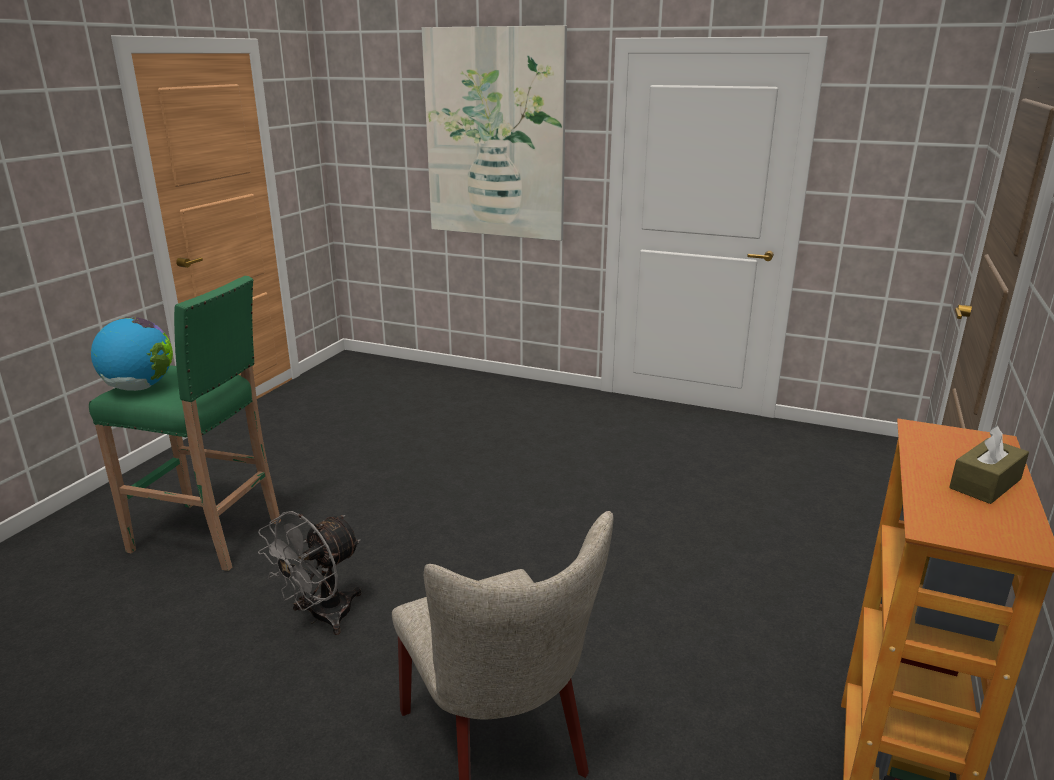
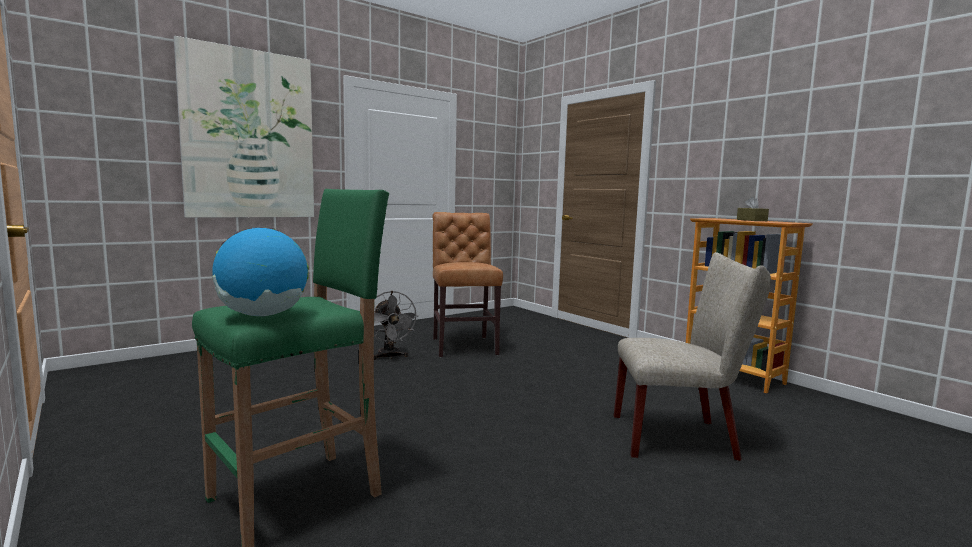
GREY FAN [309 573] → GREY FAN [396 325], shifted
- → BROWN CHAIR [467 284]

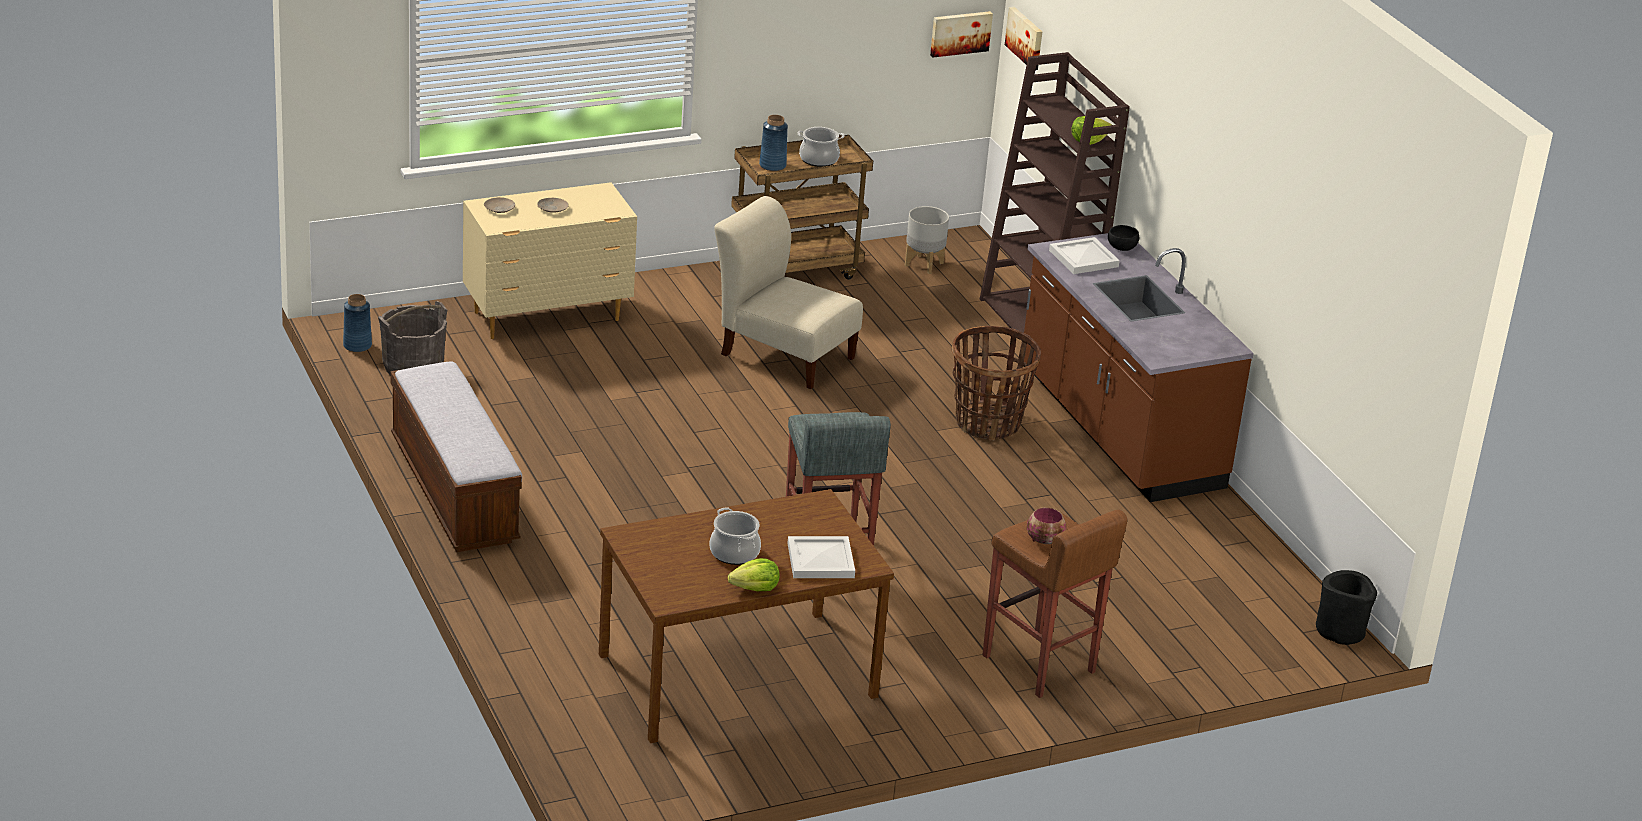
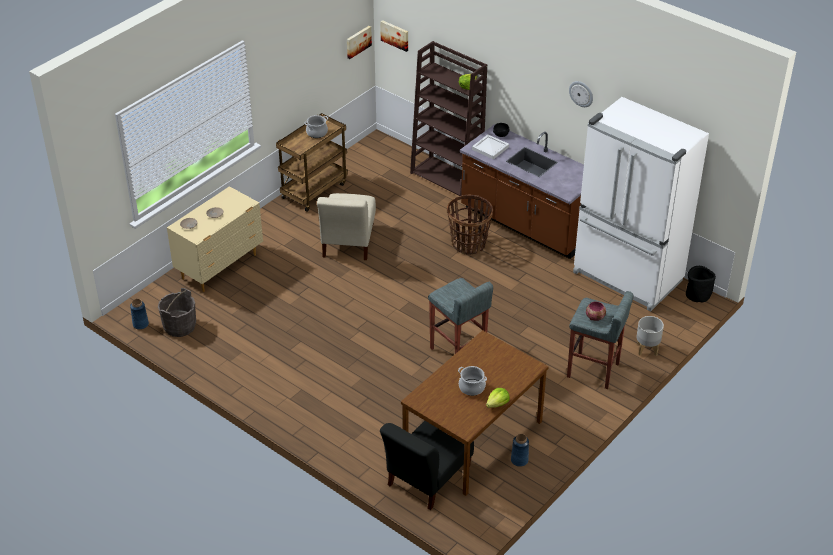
BENCH [456 457] → -
BEIGE CHAIR [788 292] → BEIGE CHAIR [346 226], 90 degrees counterclockwise
BLUE VASE [773 143] → BLUE VASE [520 450], shifted
WHITE TRAY [821 557] → -
GREY PLANTER [927 240] → GREY PLANTER [650 336], shifted
BROWN STOOL [1055 604] → GREY STOOL [600 340]
- → BLACK CHAIR [427 465]
- → WALL CLOCK [581 94]
- → WHITE FRIDGE [641 204]

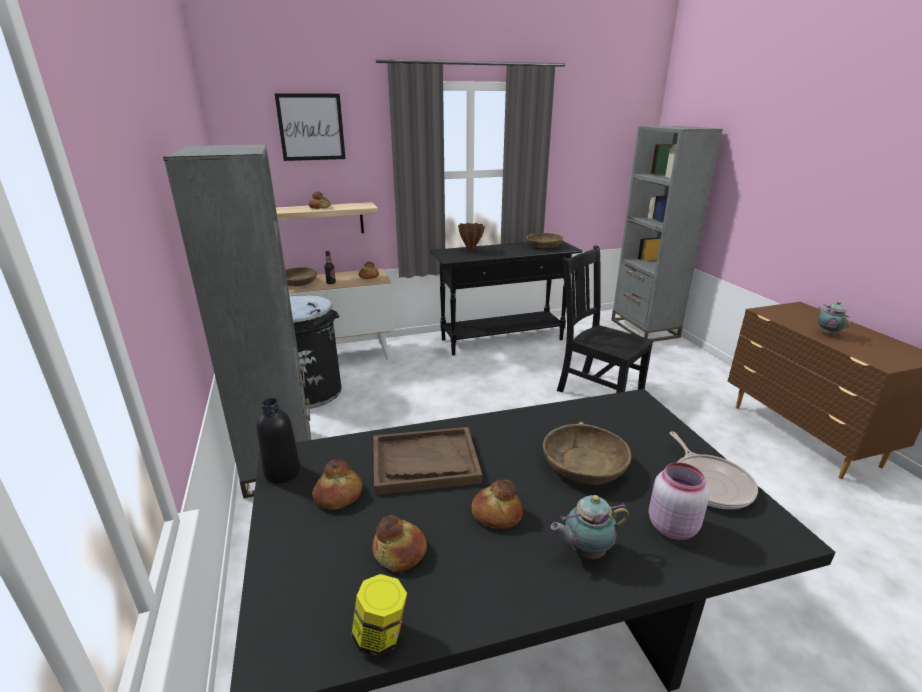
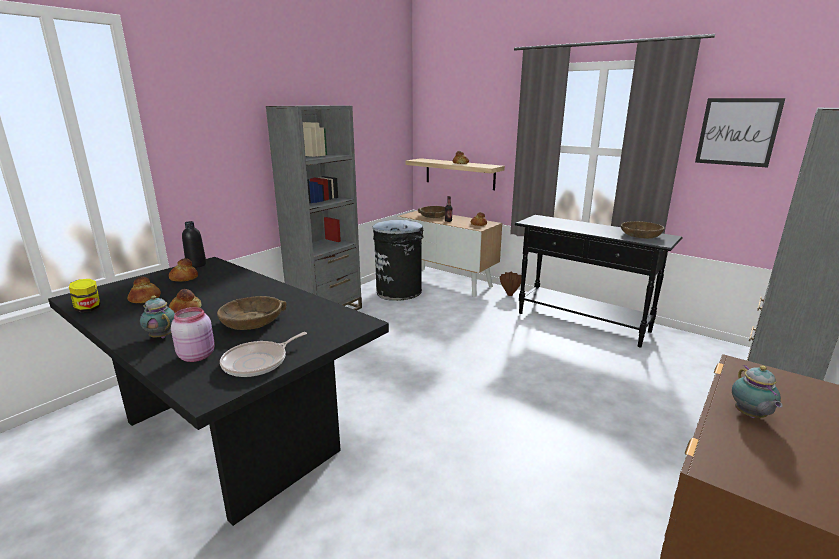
PICTURE [310 127] → PICTURE [740 132], shifted
BROWN TRAY [427 461] → -
BROWN VASE [471 237] → BROWN VASE [510 284], shifted
BLACK CHAIR [605 319] → -
TEAPOT [834 318] → TEAPOT [757 391], 135 degrees clockwise

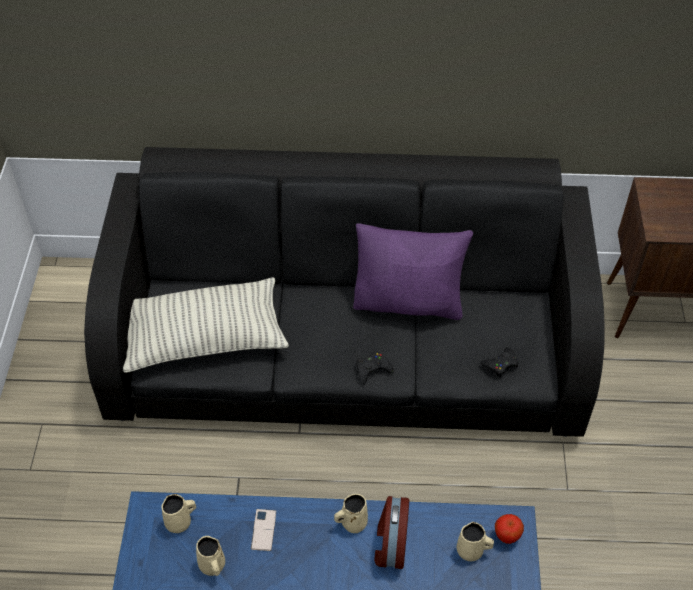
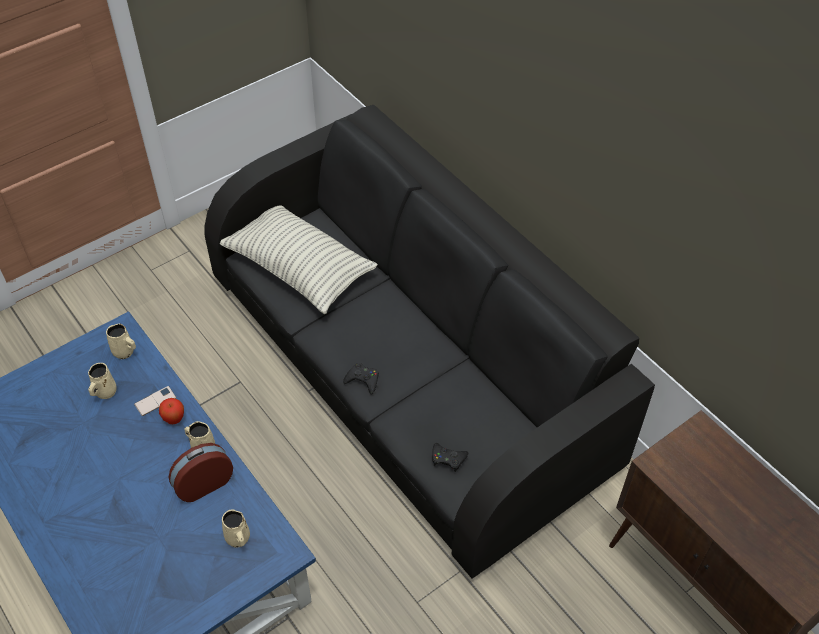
PURPLE PILLOW [413 271] → -
APPLE [509 529] → APPLE [171 411], shifted

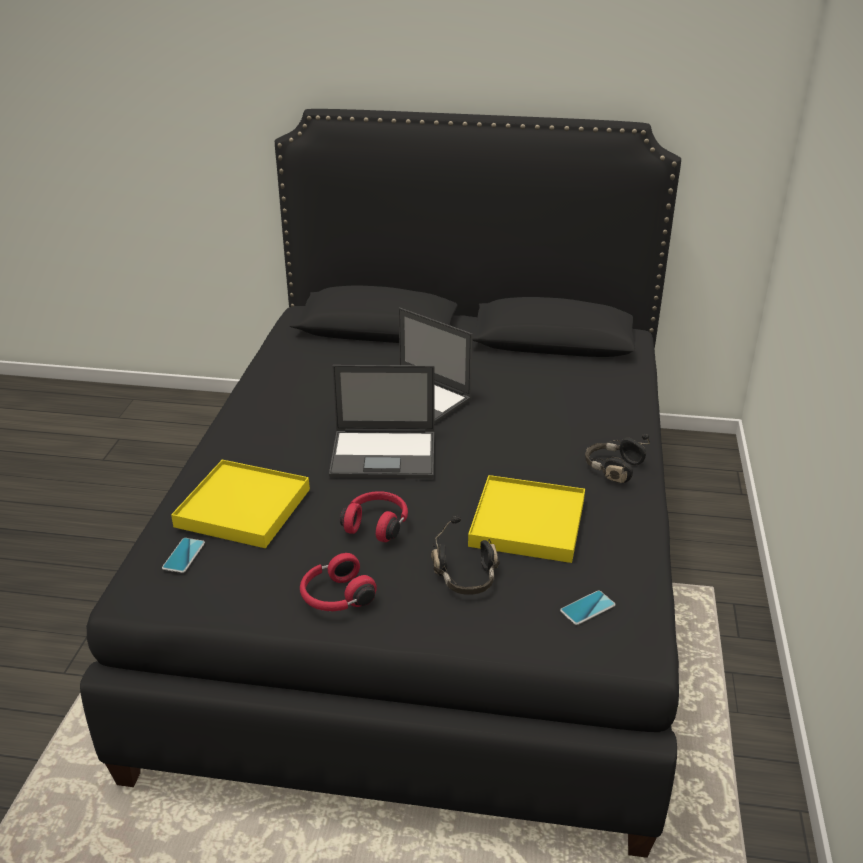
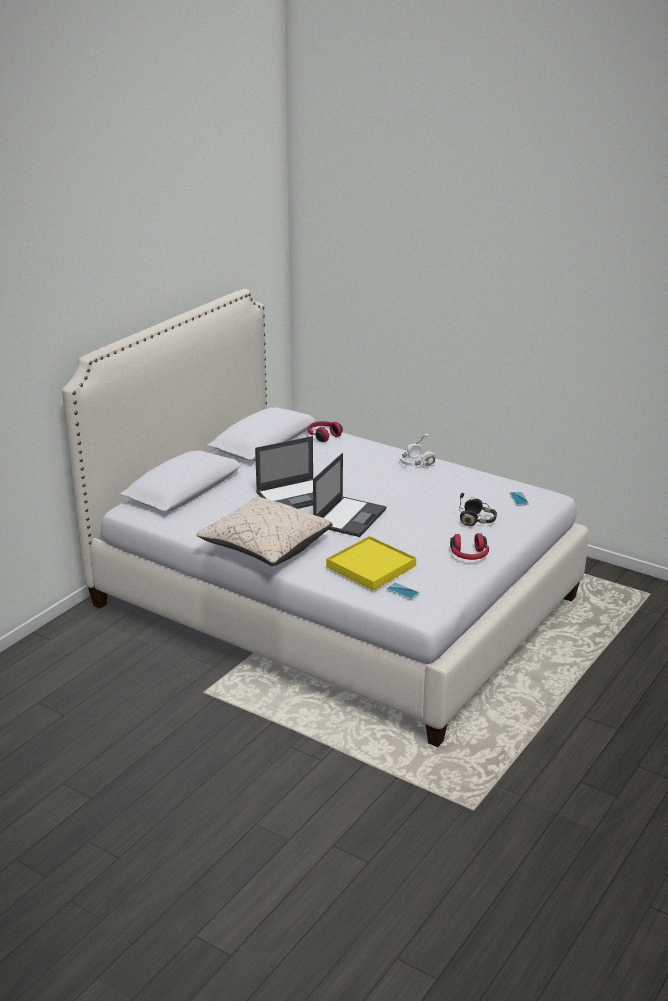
BLACK BED [380 483] → WHITE BED [325 518]
RED HEADPHONES [374 516] → RED HEADPHONES [325 431], shifted
YELLOW TRAY [526 519] → -
BLACK HEADPHONES [617 458] → WHITE HEADPHONES [417 450]
- → BEIGE PILLOW [264 531]

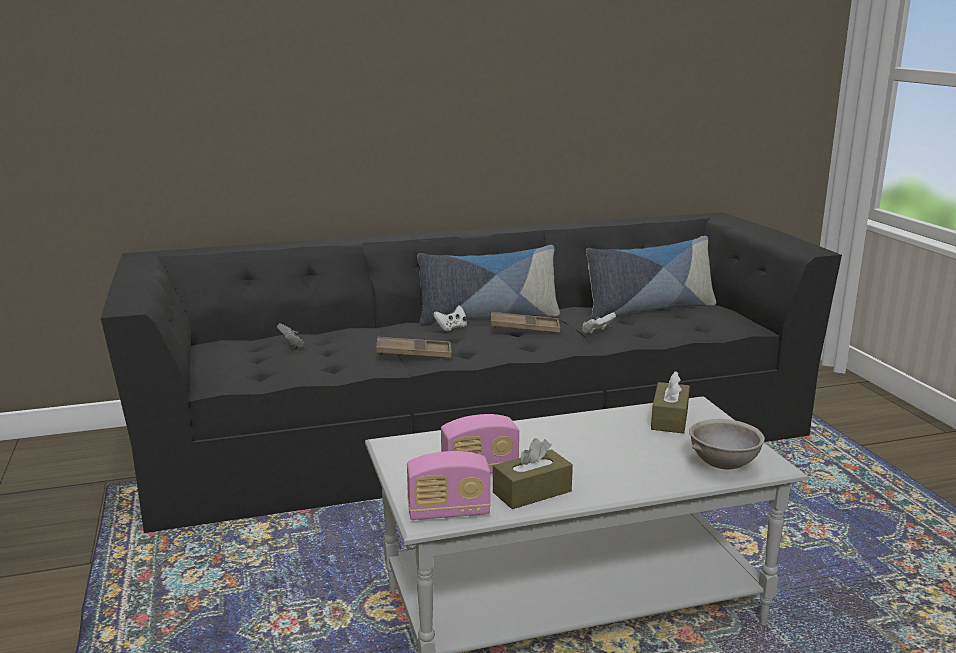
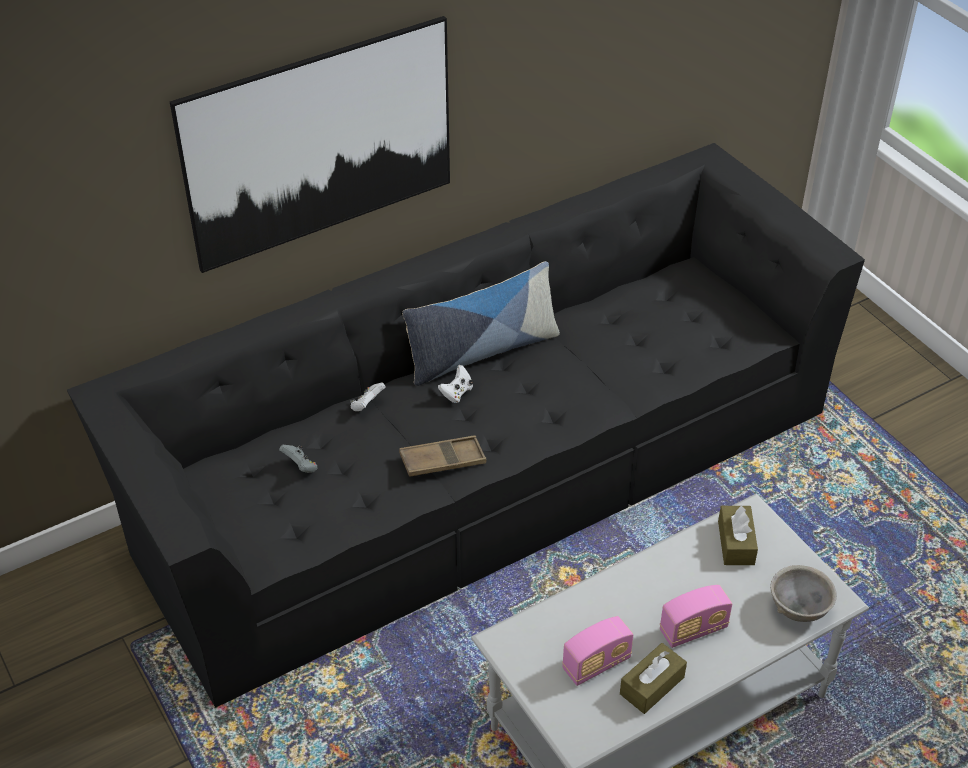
RADIO [449 485] → RADIO [696 616], shifted
BROWN TRAY [526 322] → -
WHITE GAME CONTROLLER [599 323] → WHITE GAME CONTROLLER [368 397], shifted
PILLOW [651 278] → -
- → PICTURE [310 144]

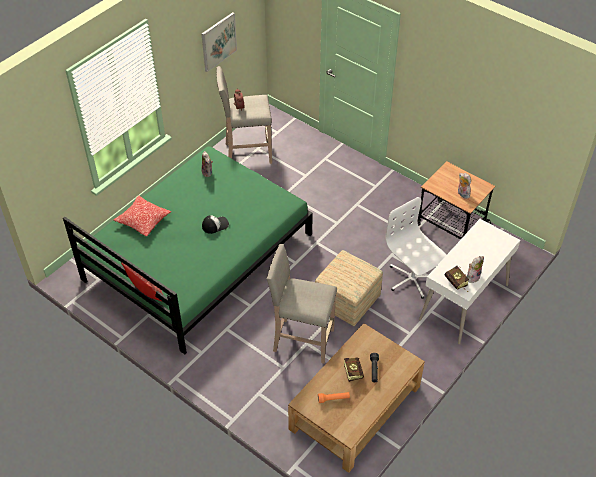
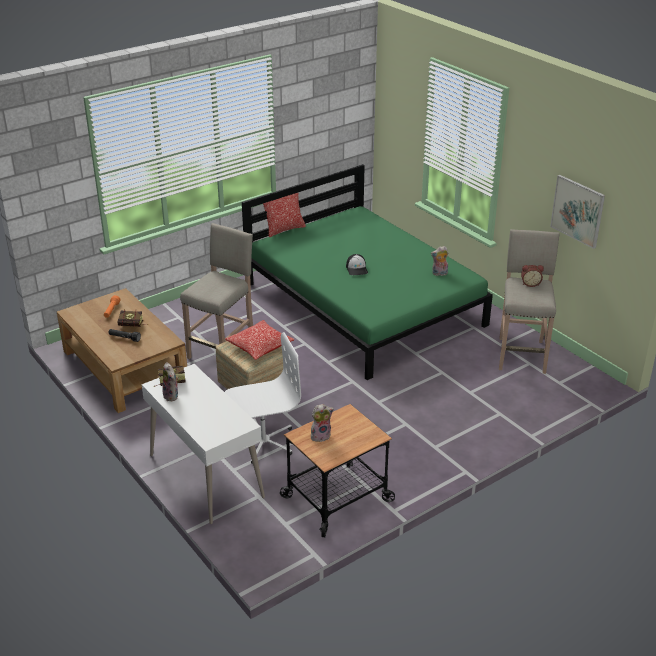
PILLOW [143 216] → PILLOW [259 340], shifted

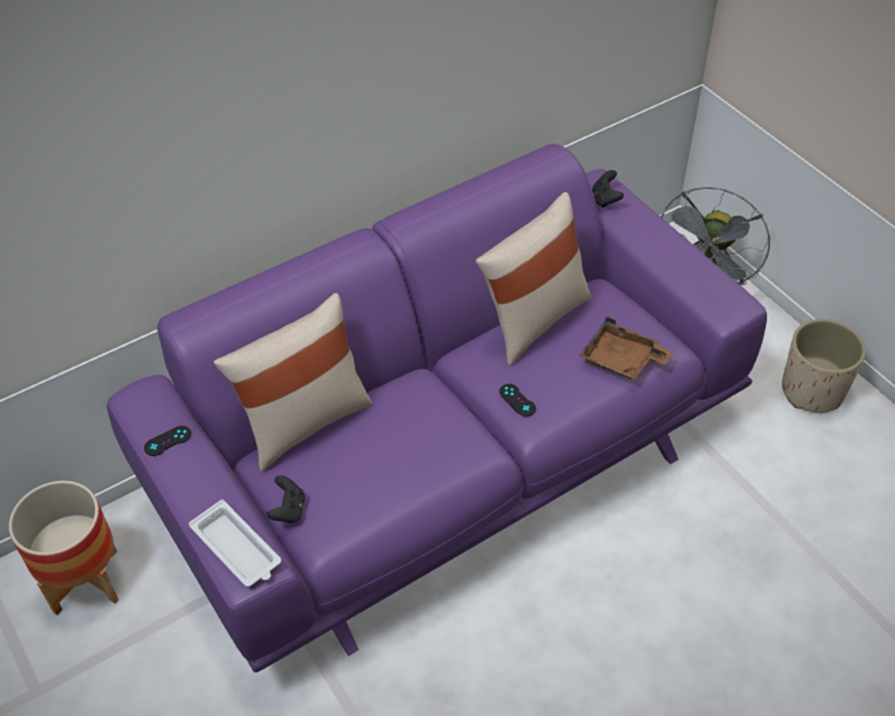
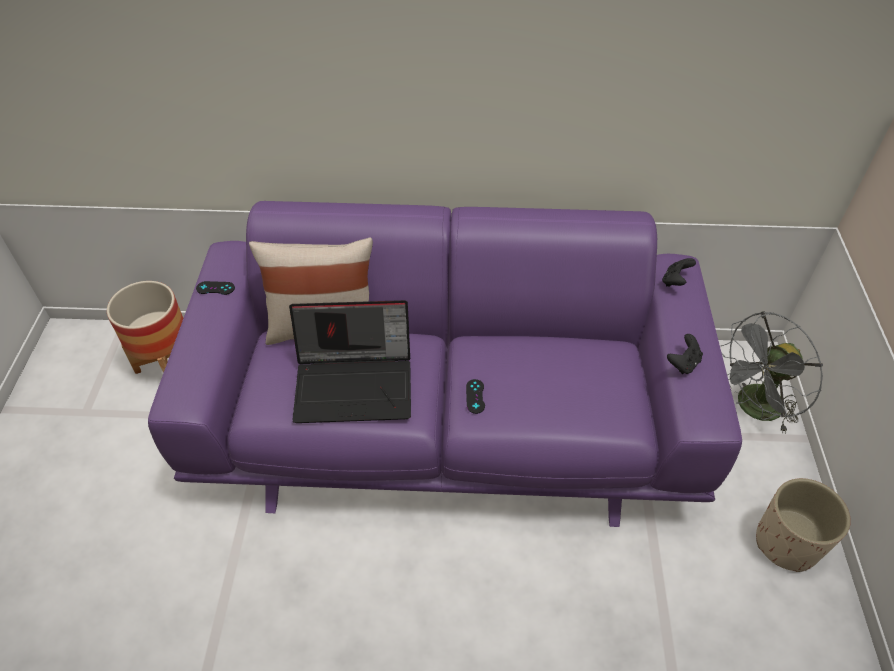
WHITE TRAY [235 543] → -
BLACK GAME CONTROLLER [286 499] → BLACK GAME CONTROLLER [685 354], shifted
BEIGE PILLOW [533 279] → -
BROWN TRAY [626 348] → -
- → LAPTOP [350 361]

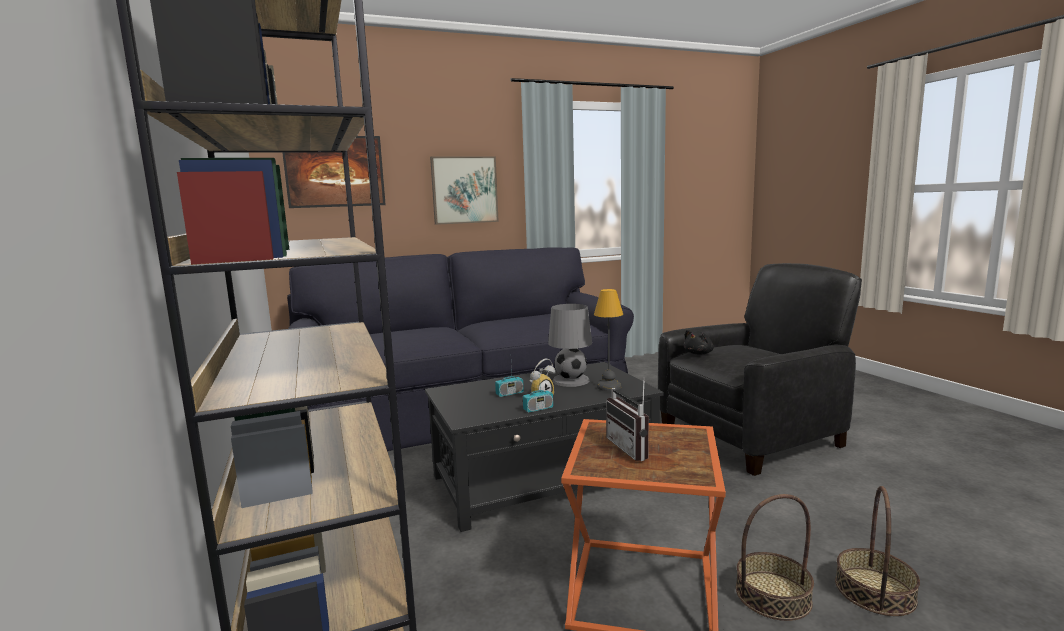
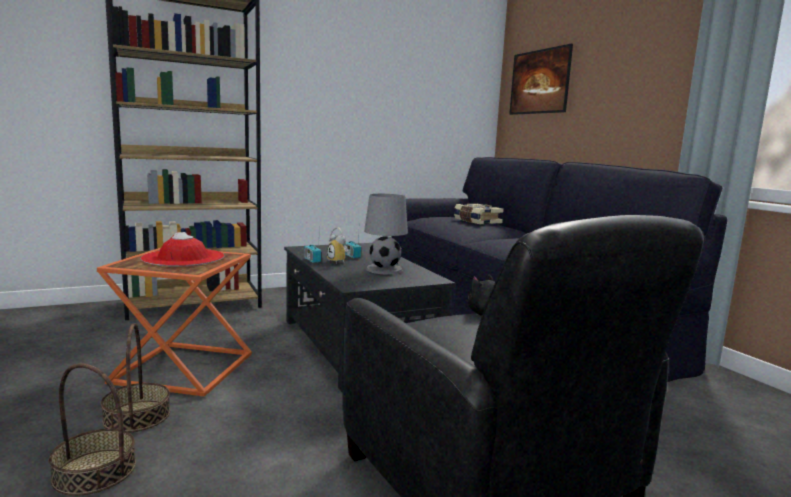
PICTURE [464 190] → -
TABLE LAMP [608 340] → -
RADIO [627 419] → RED HAT [182 249]
- → BOOK [479 214]

